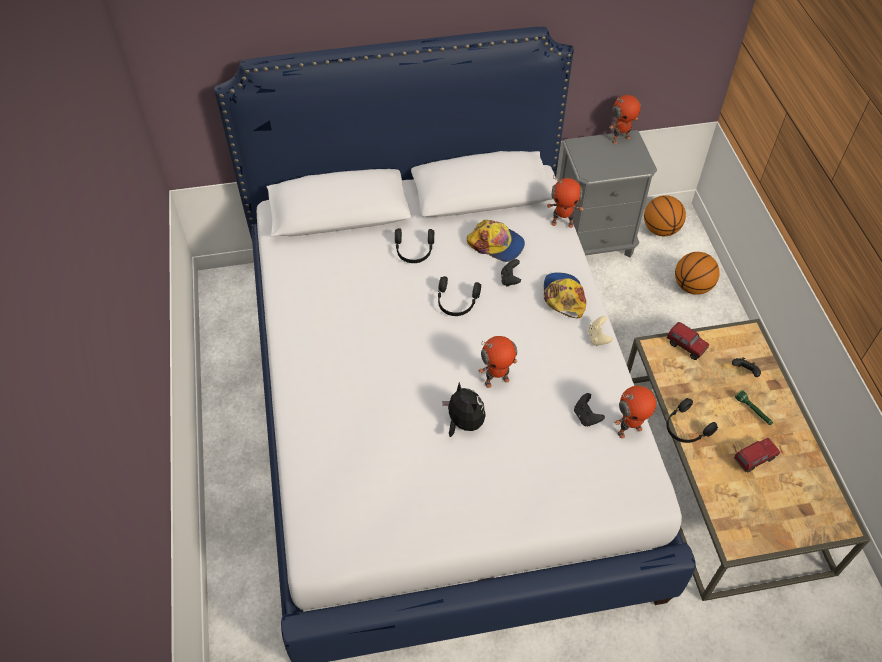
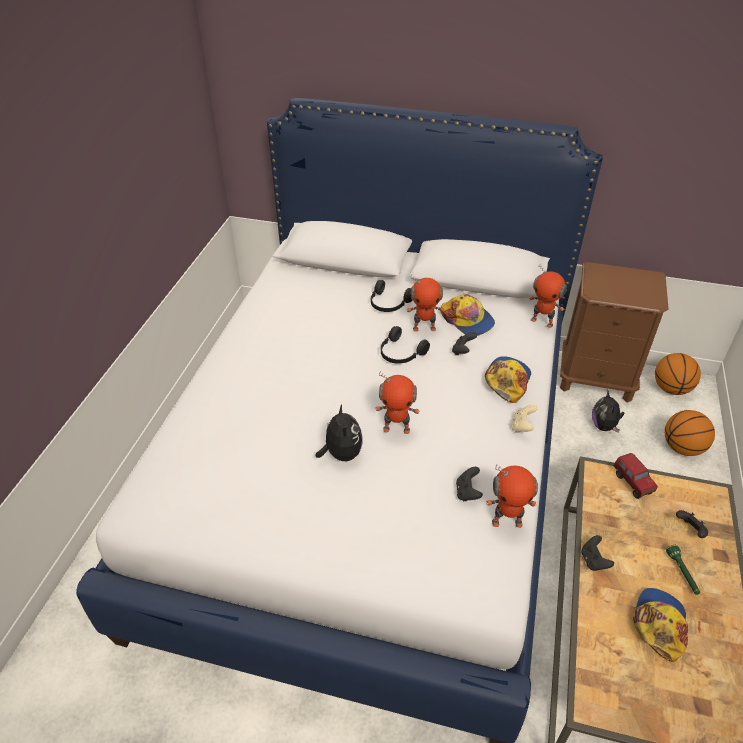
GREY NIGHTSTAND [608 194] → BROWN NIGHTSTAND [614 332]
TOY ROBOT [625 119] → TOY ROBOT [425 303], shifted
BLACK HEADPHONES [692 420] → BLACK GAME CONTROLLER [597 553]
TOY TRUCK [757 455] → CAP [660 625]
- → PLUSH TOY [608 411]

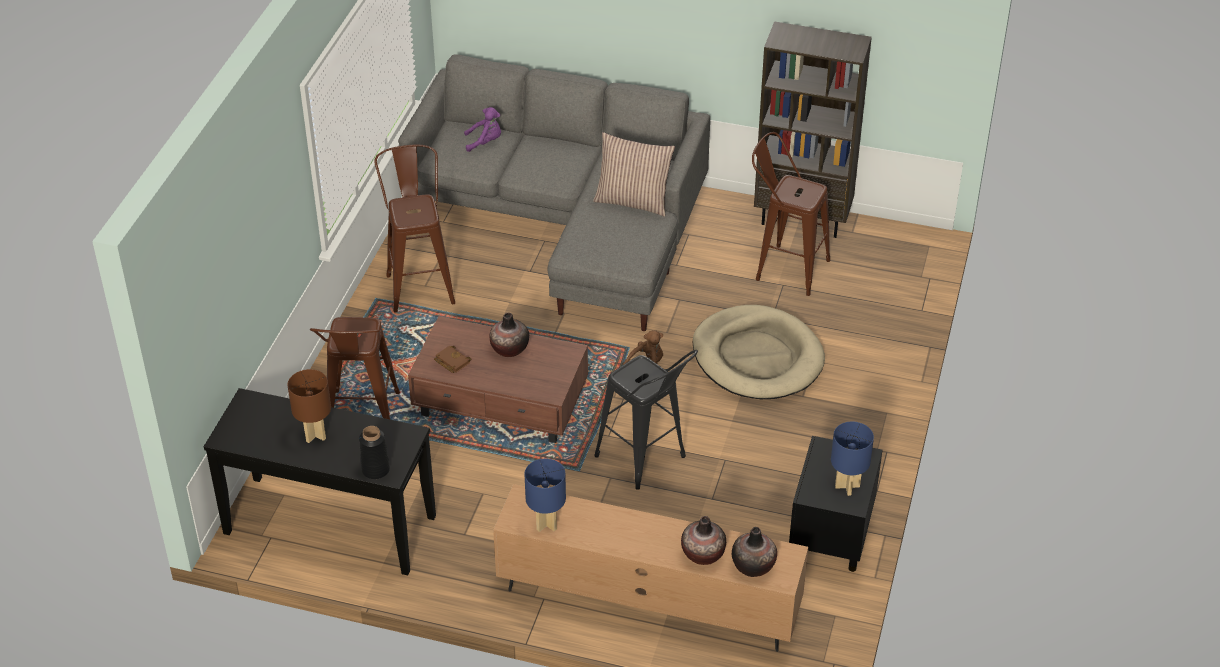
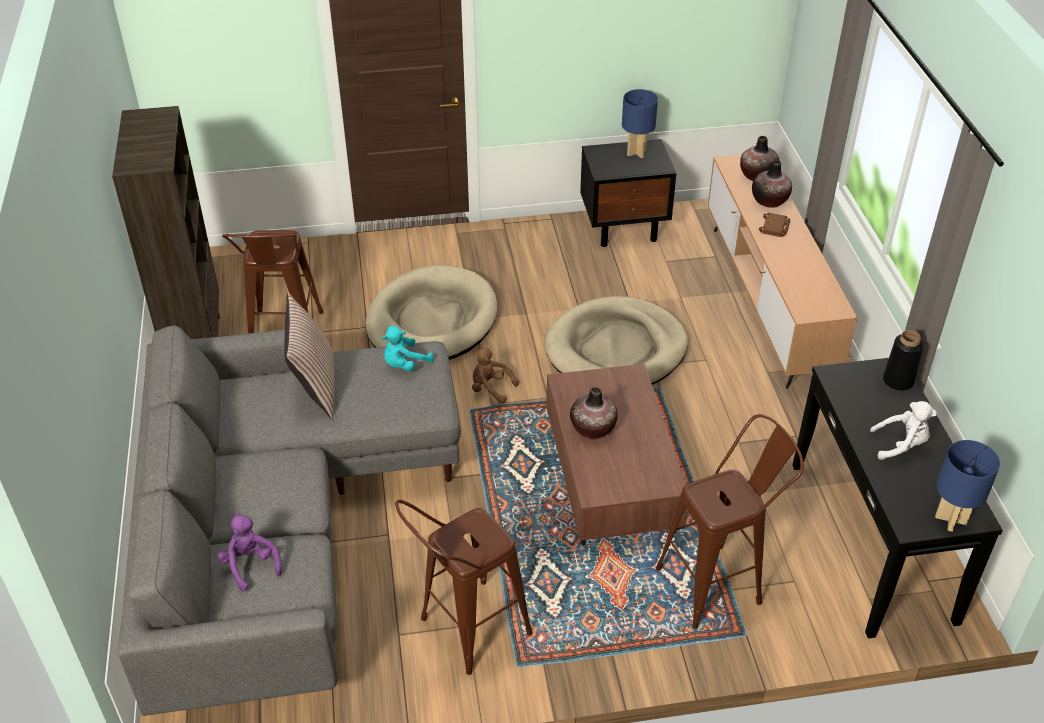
BROWN TABLE LAMP [309 406] → WHITE PLUSH TOY [903 430]
BROWN BOOK [452 359] → BROWN BOOK [774 225], shifted
BLUE TABLE LAMP [545 495] → BLUE TABLE LAMP [967 486], shifted
BLACK STOOL [646 420] → BEIGE DOG BED [616 340]
- → TURQUOISE PLUSH TOY [408 348]

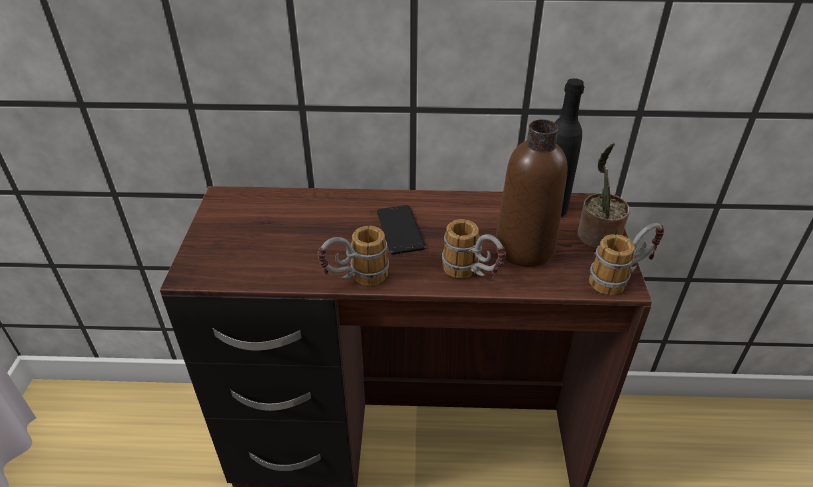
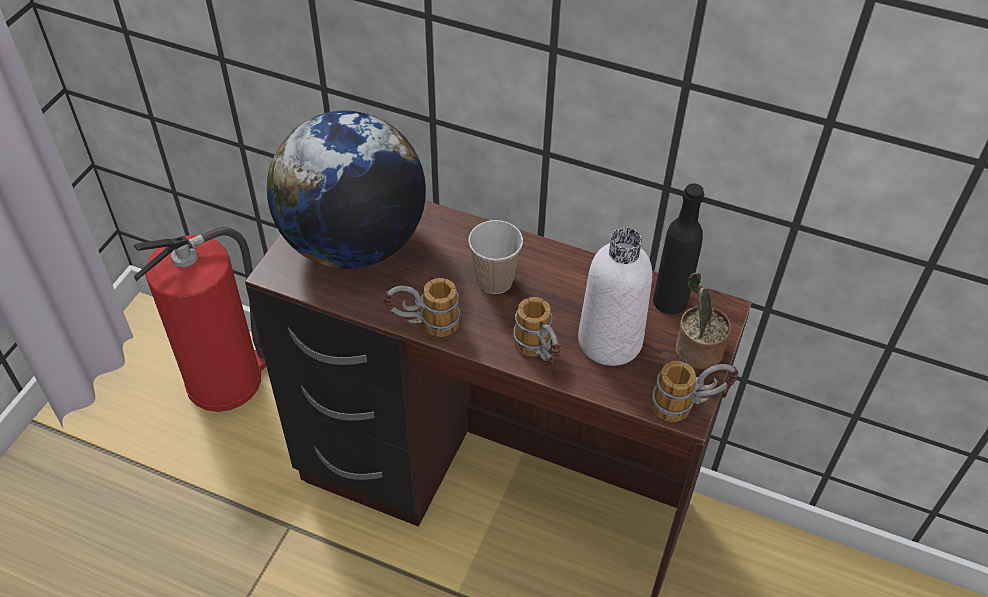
PHONE [401 229] → CUP [495 257]
BROWN BOTTLE [531 193] → WHITE BOTTLE [615 297]
- → FIRE EXTINGUISHER [200 319]
- → GLOBE [346 190]

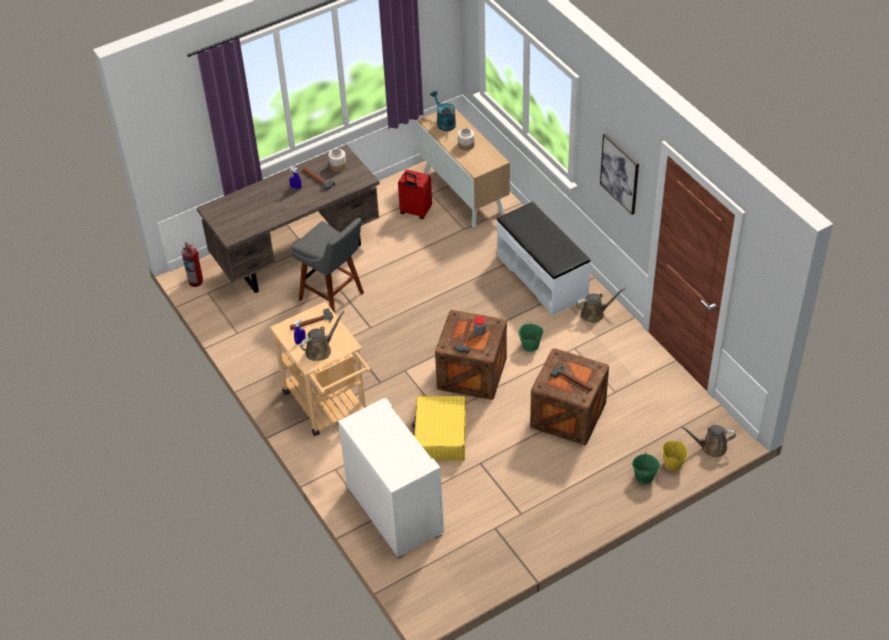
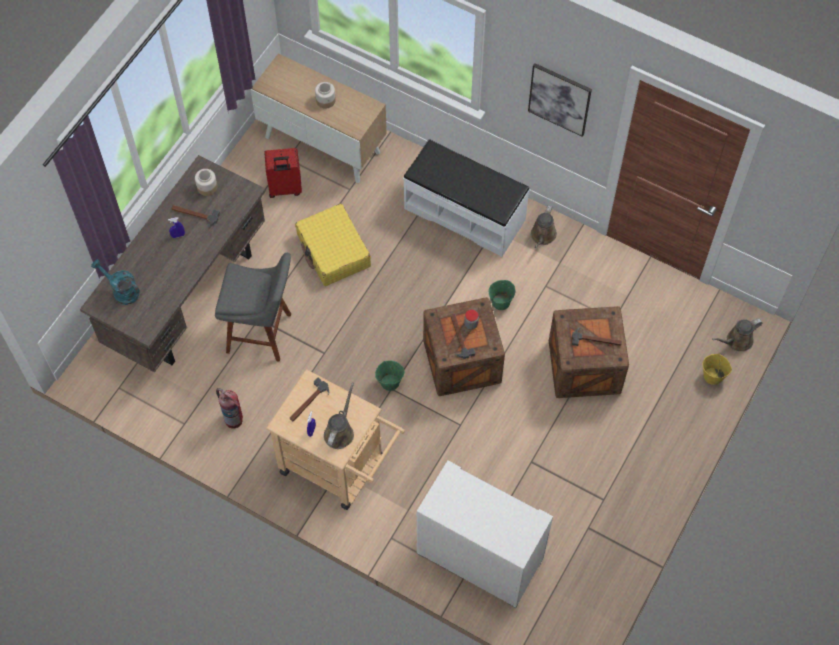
FIRE EXTINGUISHER [192 264] → FIRE EXTINGUISHER [229 408], shifted
YELLOW SUITCASE [439 428] → YELLOW SUITCASE [333 245], shifted
TURQUOISE WATERING CAN [443 111] → TURQUOISE WATERING CAN [115 282], shifted
BROWN WATERING CAN [601 305] → BROWN WATERING CAN [544 226], 150 degrees clockwise
GREEN BUCKET [646 468] → GREEN BUCKET [389 375], shifted

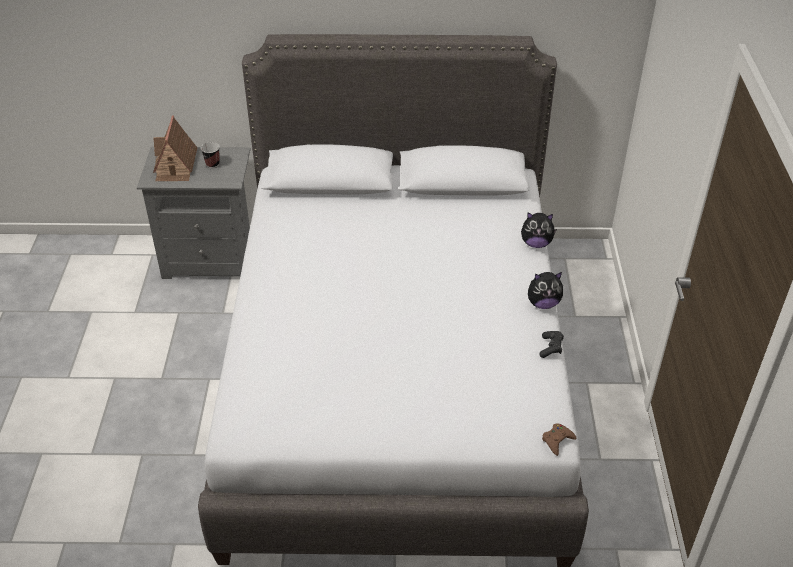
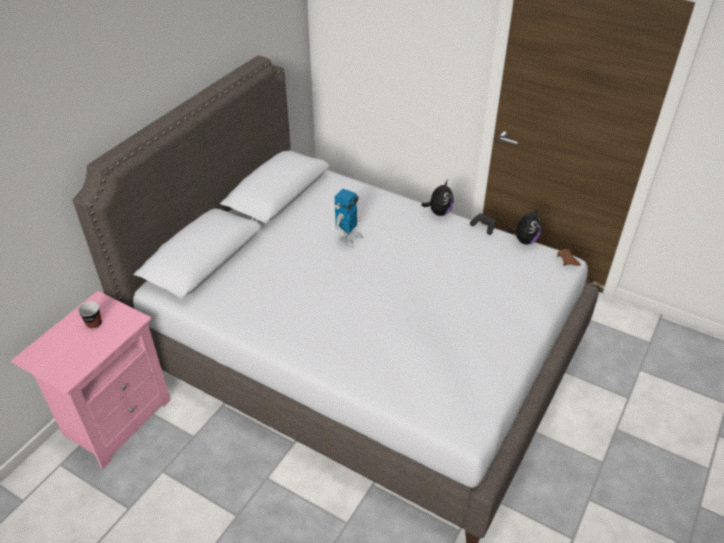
GREY NIGHTSTAND [194 213] → PINK NIGHTSTAND [90 380]
TOY HOUSE [175 148] → -
PLUSH TOY [539 230] → PLUSH TOY [524 226], shifted
- → TOY ROBOT [348 218]

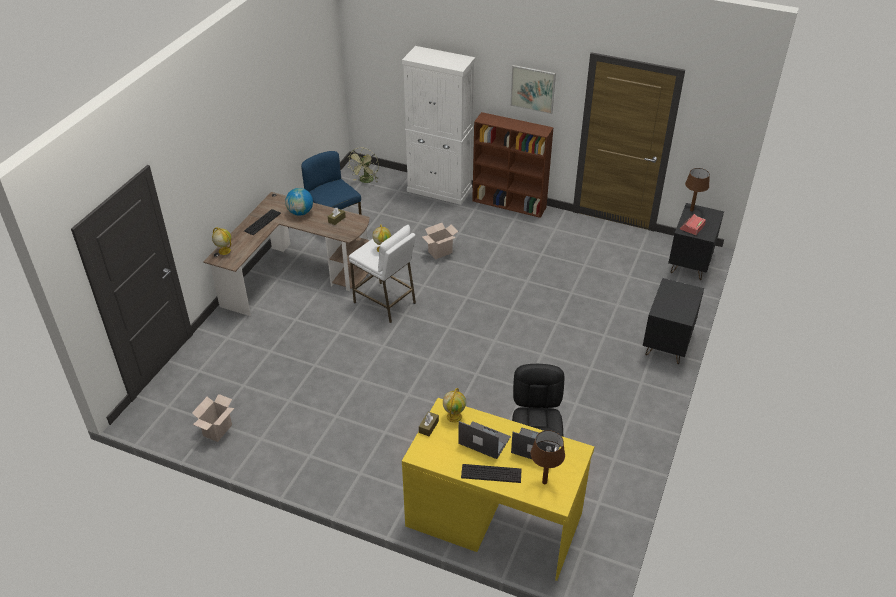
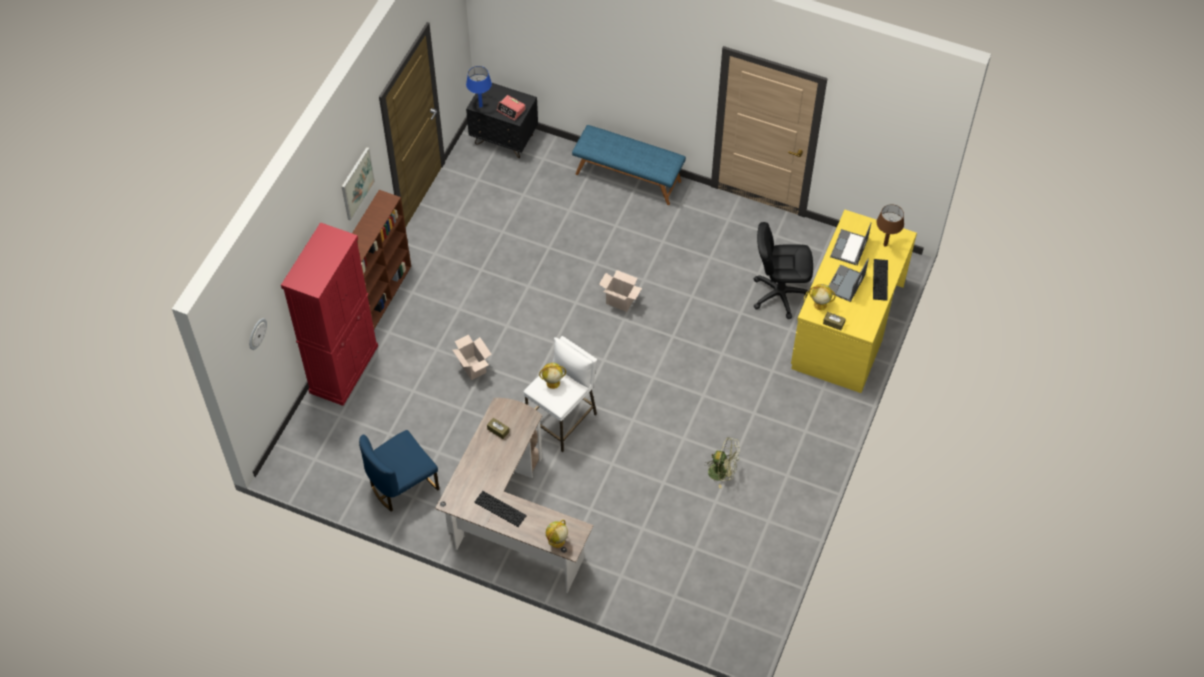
CARDBOARD BOX [213 418] → CARDBOARD BOX [620 291], shifted
GLOBE [299 201] → -
GREEN FAN [363 165] → GREEN FAN [722 462], shifted
WHITE CABINET [438 125] → RED CABINET [329 314]
BLACK NIGHTSTAND [673 321] → BLUE BENCH [629 165]
BROWN TABLE LAMP [697 189] → BLUE TABLE LAMP [479 87]
- → WALL CLOCK [258 334]

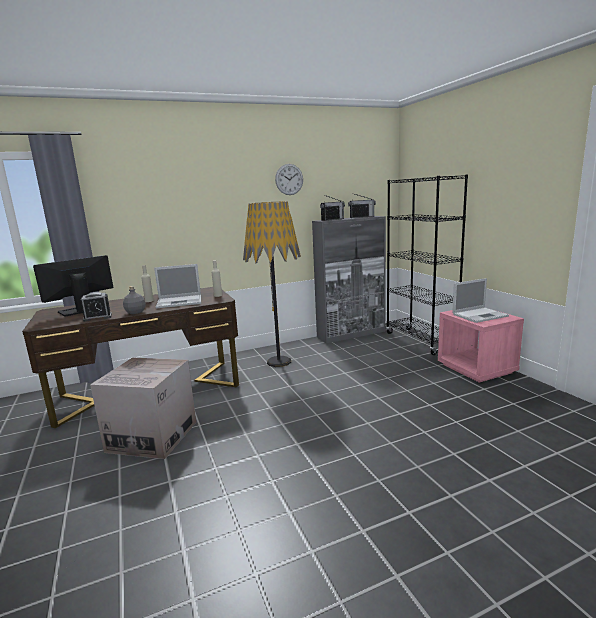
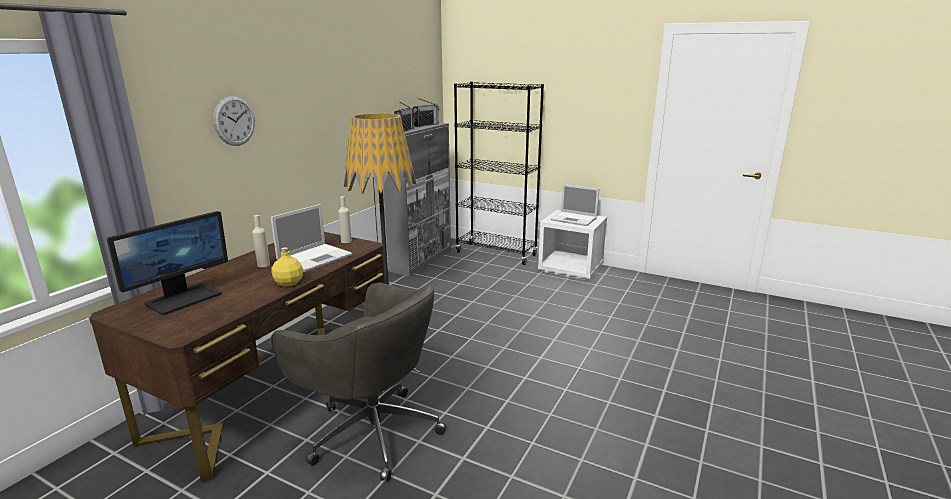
MONITOR [73 286] → MONITOR [167 263], 150 degrees counterclockwise
ALARM CLOCK [96 307] → -
CARDBOARD BOX [143 408] → GREY OFFICE CHAIR [359 382]
GREY BOTTLE [134 300] → YELLOW BOTTLE [287 267]
WALL CLOCK [289 179] → WALL CLOCK [234 121], shifted
PINK NIGHTSTAND [481 346] → WHITE NIGHTSTAND [572 245]
LAPTOP [480 300] → LAPTOP [575 205], 90 degrees clockwise

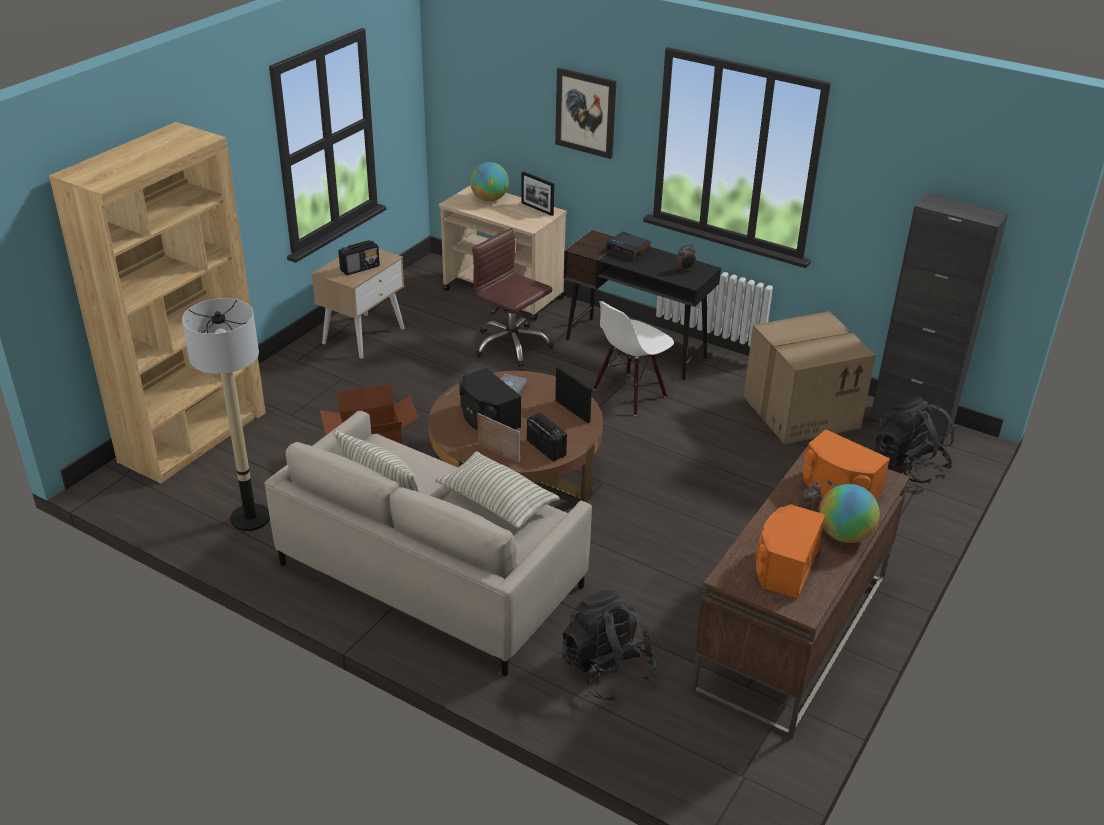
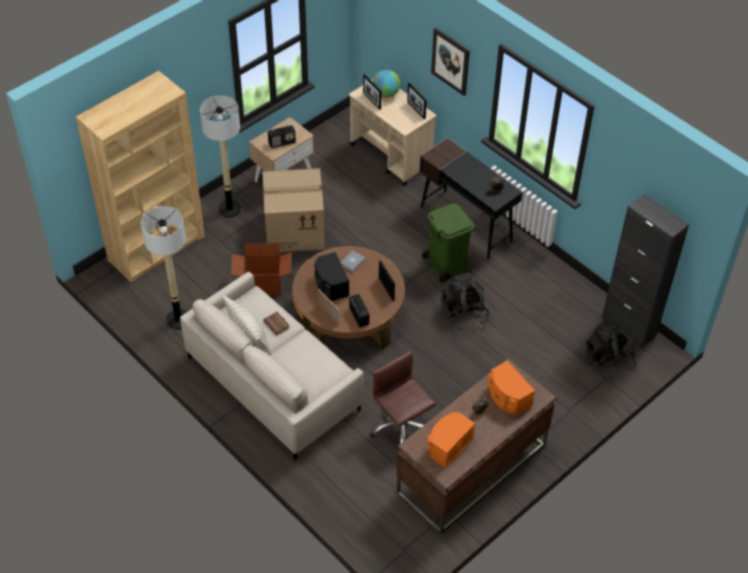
PILLOW [497 489] → -
BROWN OFFICE CHAIR [513 297] → BROWN OFFICE CHAIR [403 397], shifted
BLACK BACKPACK [609 645] → BLACK BACKPACK [465 302], shifted
WHITE CHAIR [633 358] → GREEN TRASH CAN [448 243]
ALARM CLOCK [628 246] → -
CARDBOARD BOX [809 378] → CARDBOARD BOX [294 210], shifted
GLOBE [849 513] → -
- → FLOOR LAMP [220 156]
- → BROWN BOOK [276 323]
- → PICTURE FRAME [372 92]

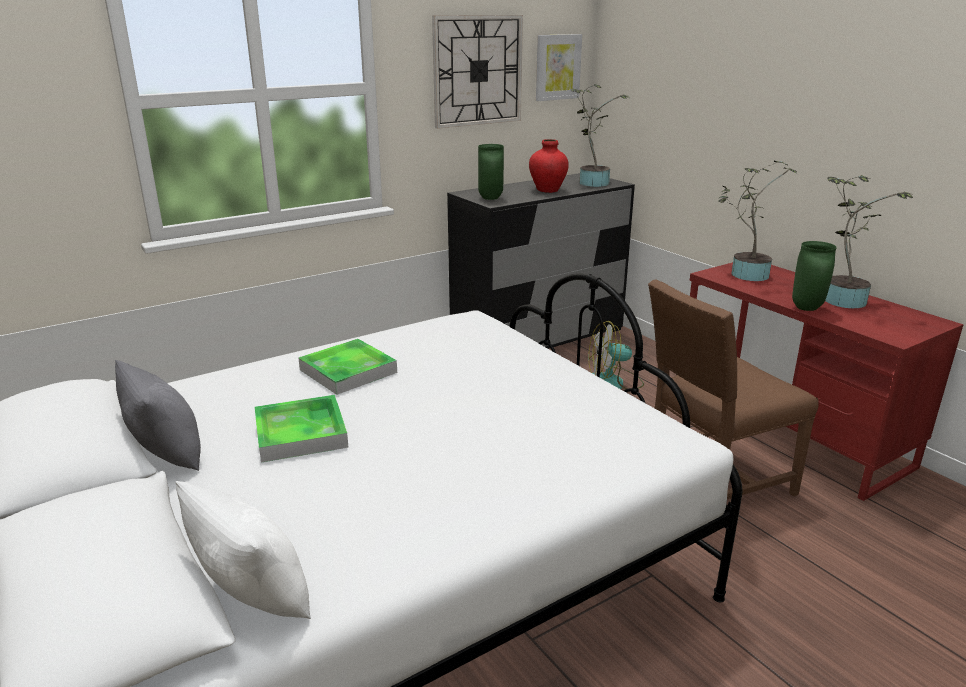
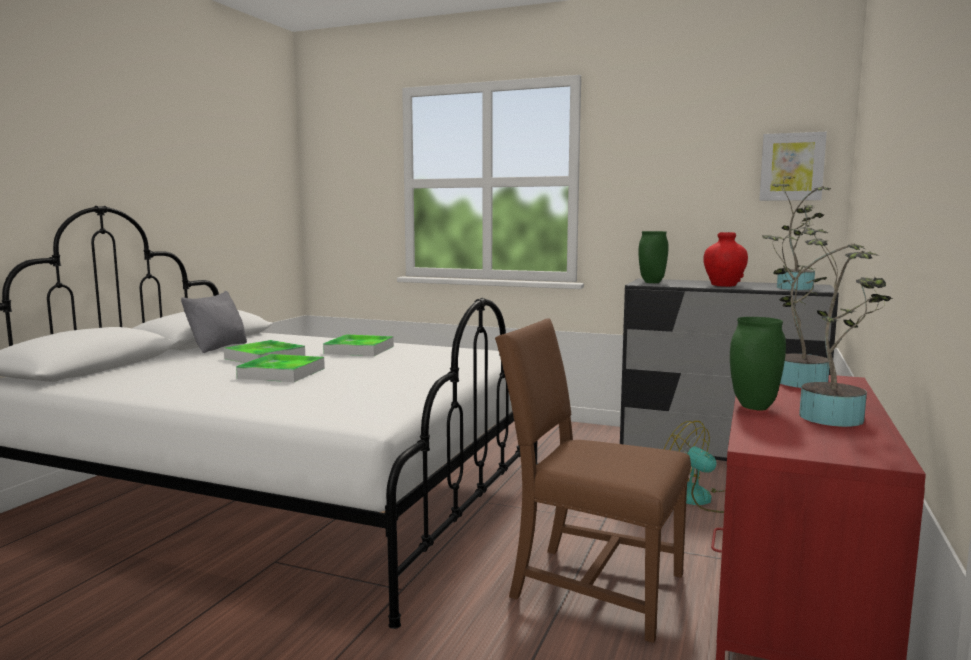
WHITE PILLOW [243 550] → -
WALL CLOCK [477 72] → -
- → TRAY [280 368]

